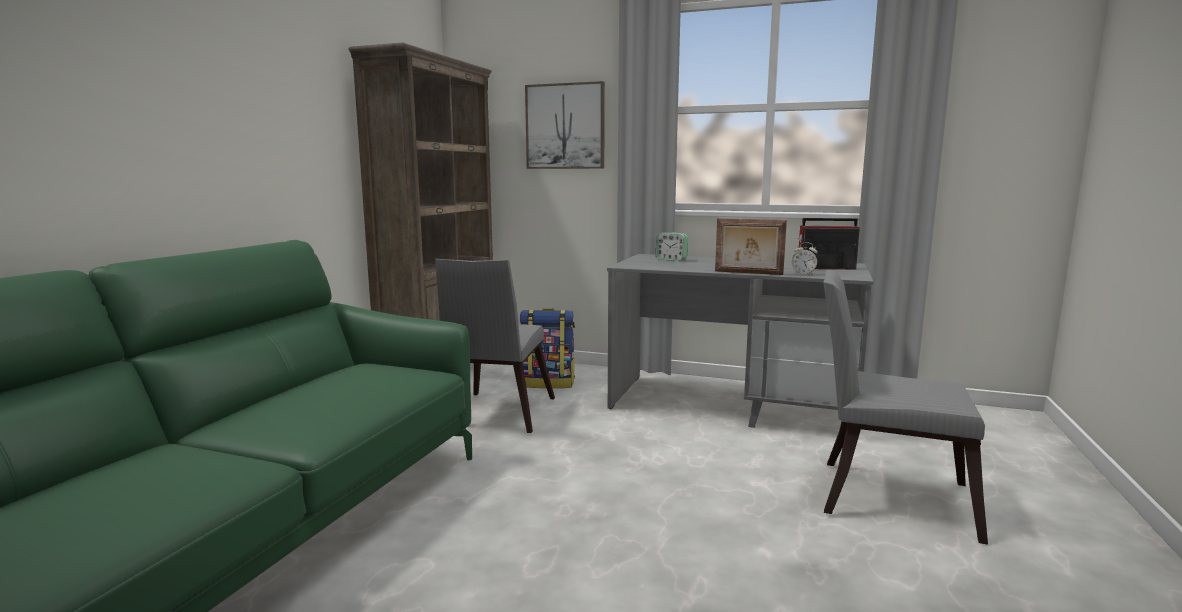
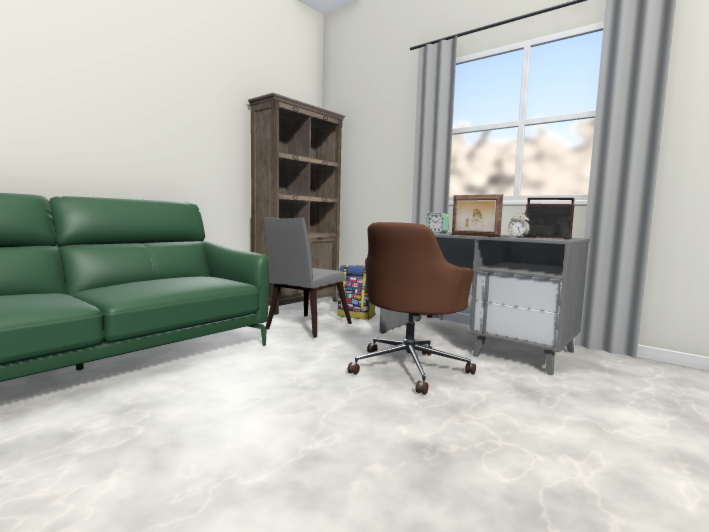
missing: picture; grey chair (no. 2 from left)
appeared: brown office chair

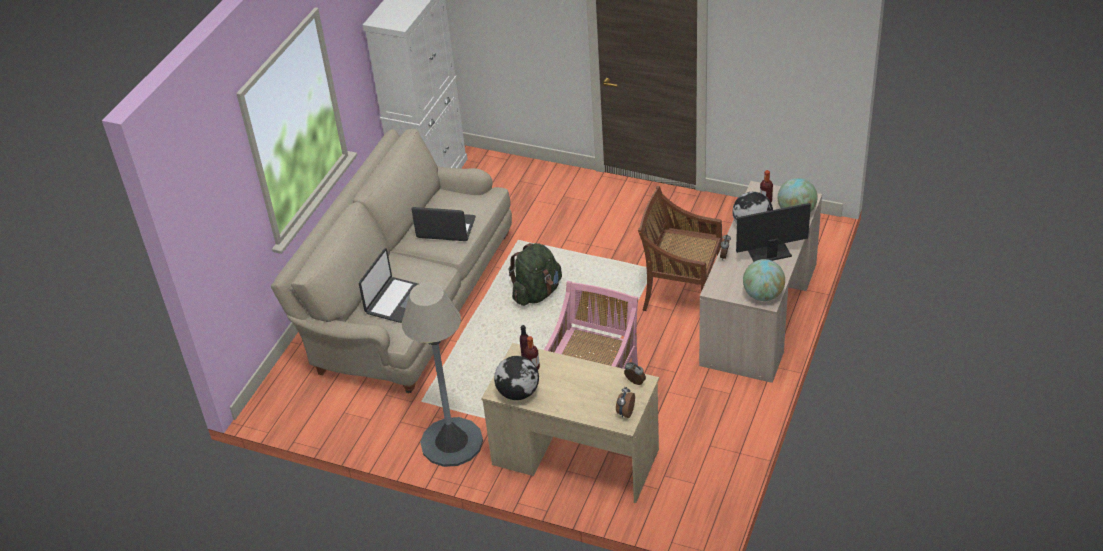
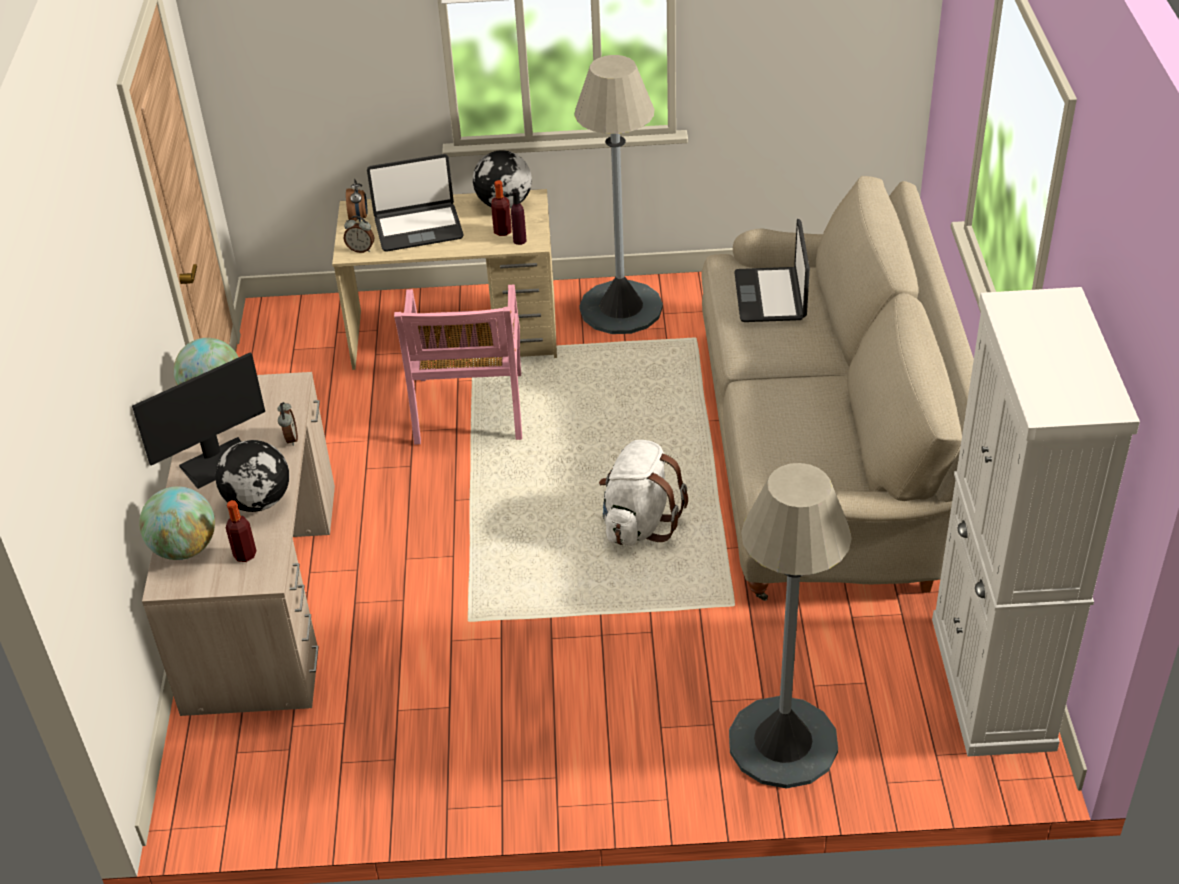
missing: brown chair
appeared: grey floor lamp (no. 2 from left)
relocated: laptop (no. 2 from left in the first image) to laptop (no. 1 from left)
colour: green backpack to white backpack

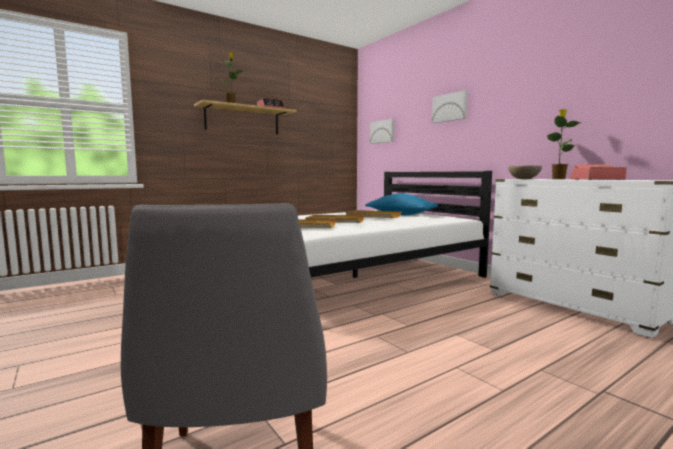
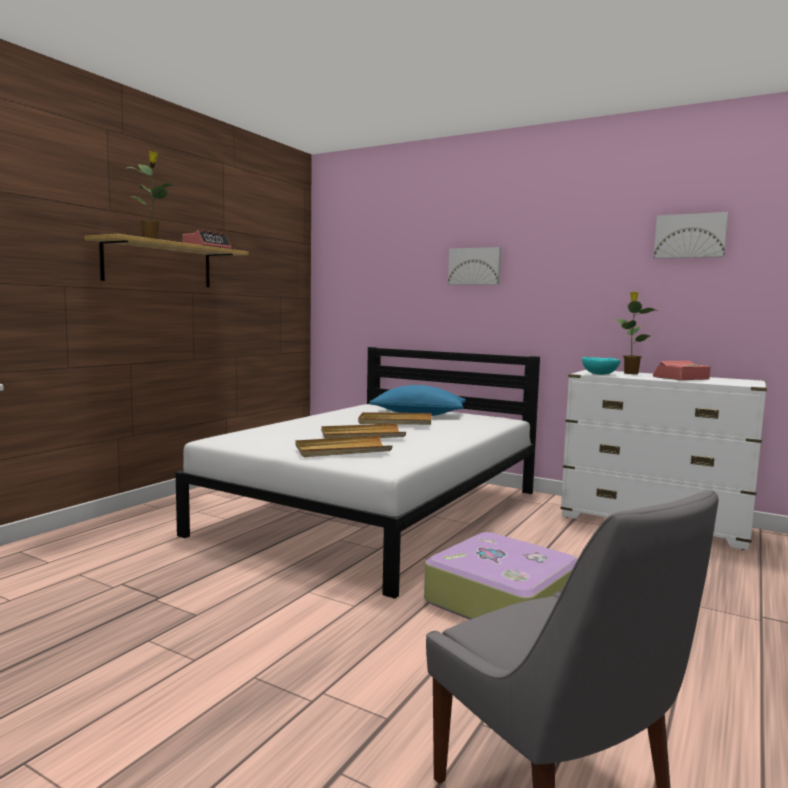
appeared: suitcase
relocated: picture (no. 1 from left in the first image) to picture (no. 2 from left)
colour: beige bowl to turquoise bowl

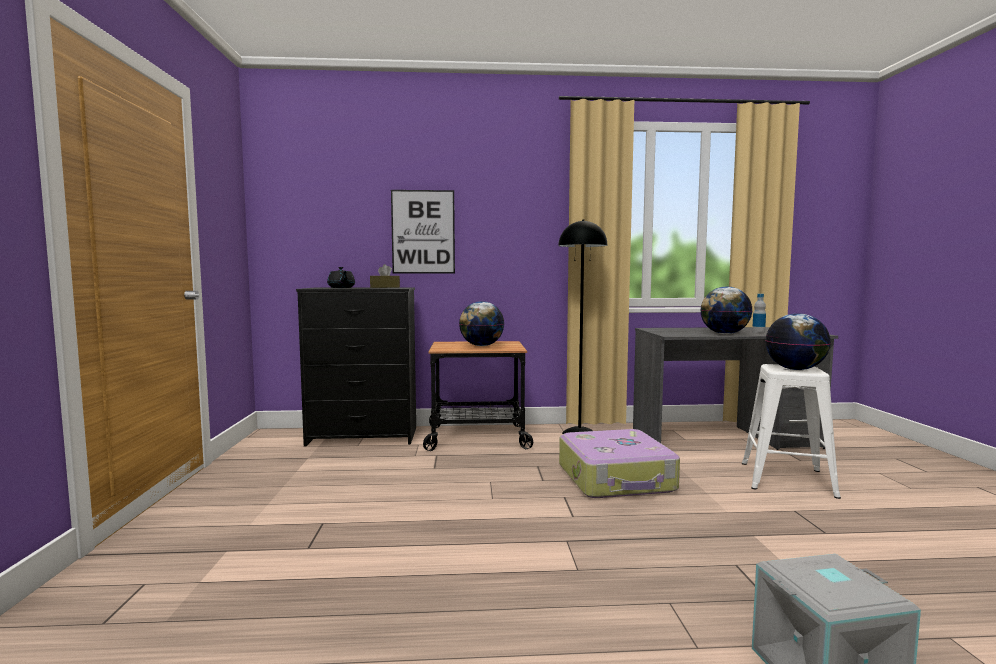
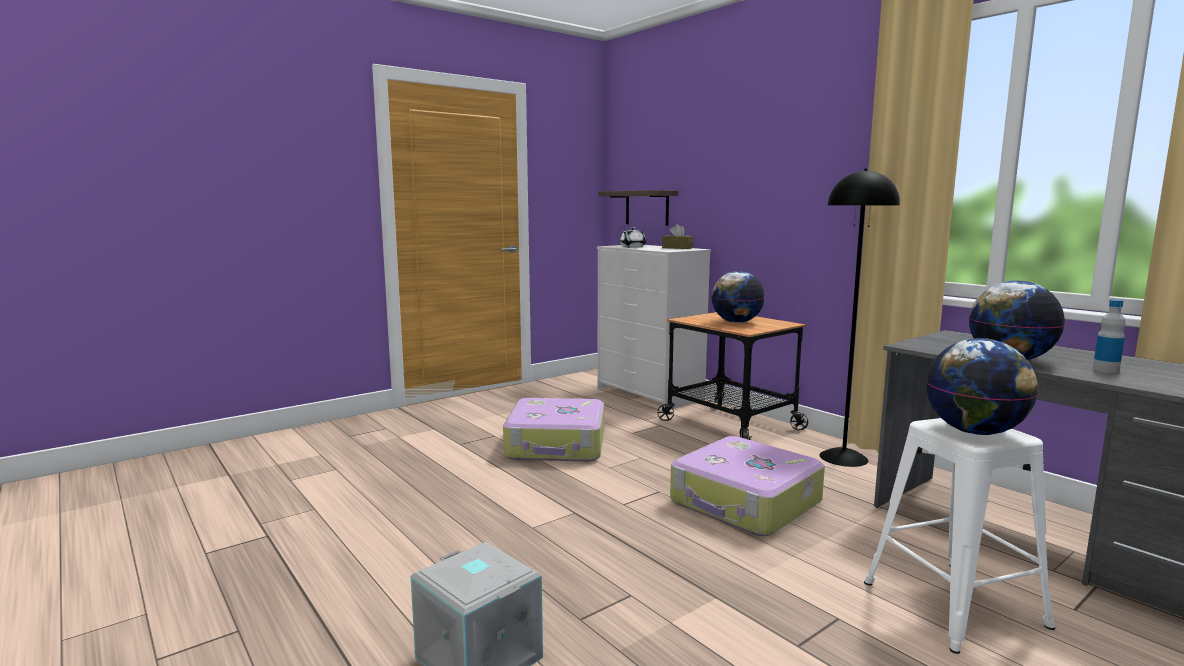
missing: picture
appeared: suitcase (no. 1 from left); shelf
colour: black dresser to white dresser; black teapot to white teapot

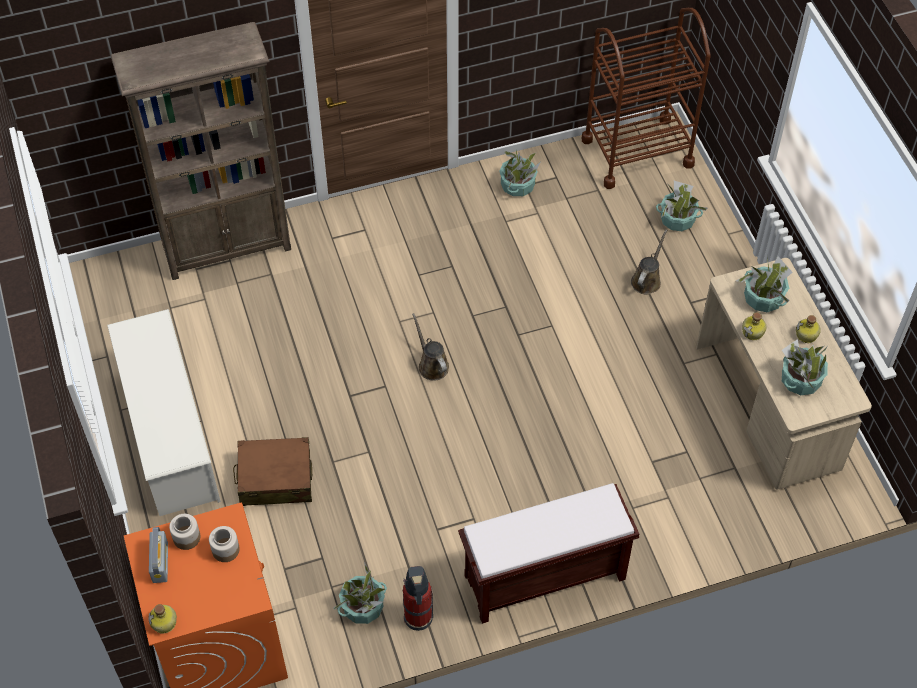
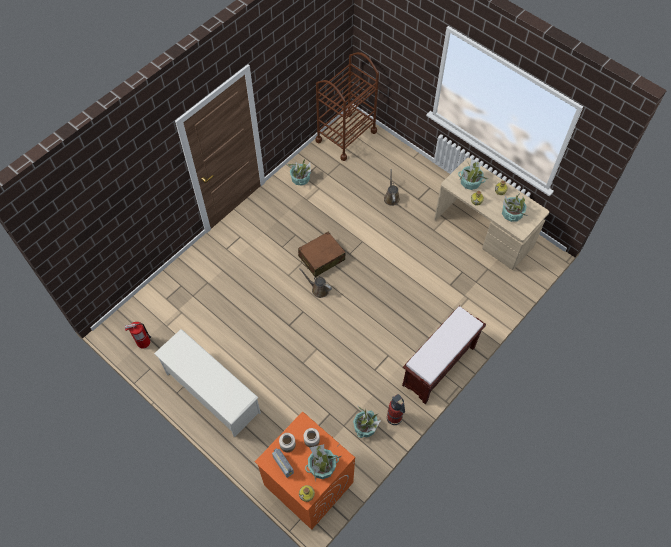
missing: brown bookcase
appeared: fire extinguisher (no. 1 from left)
relocated: brown suitcase; potted plant (no. 3 from left in the first image) to potted plant (no. 2 from left)

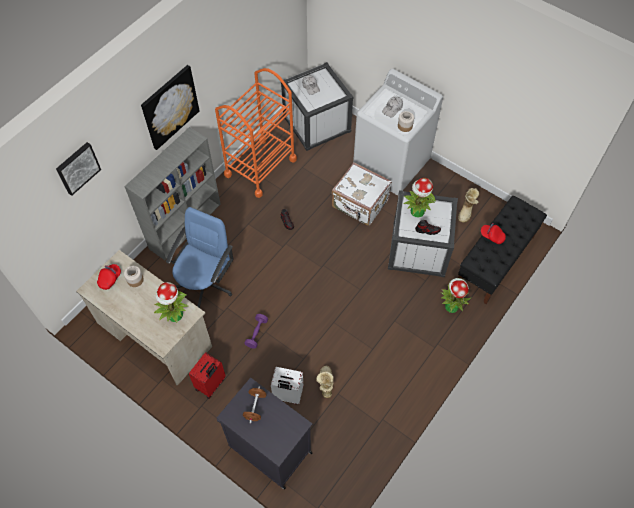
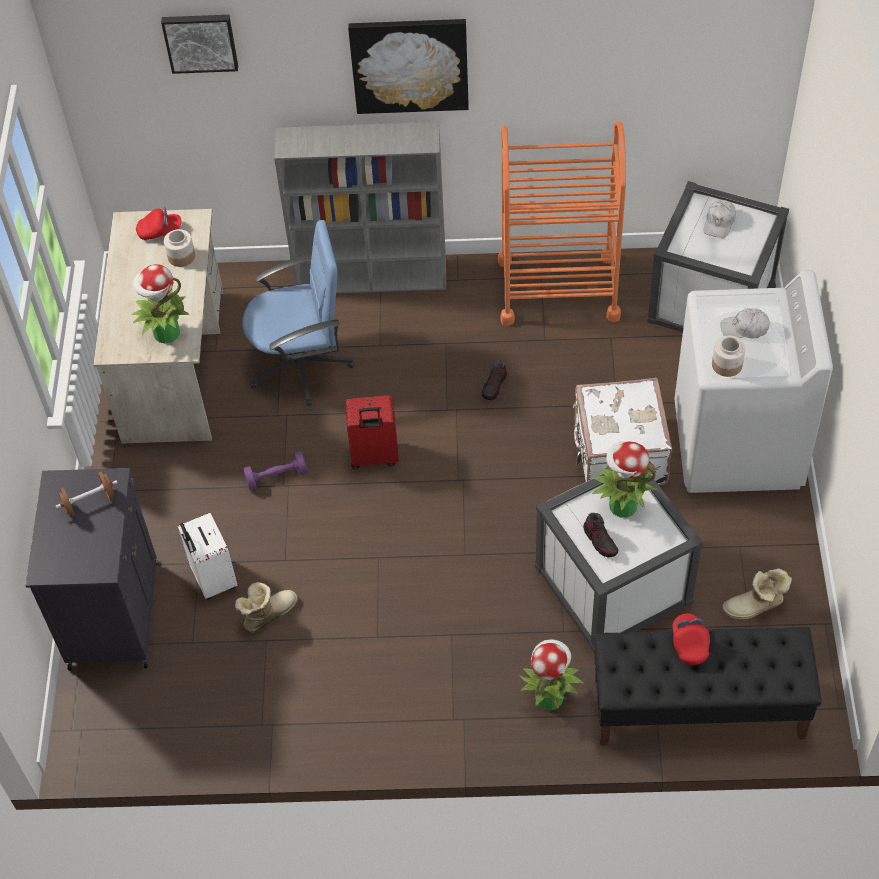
relocated: red suitcase

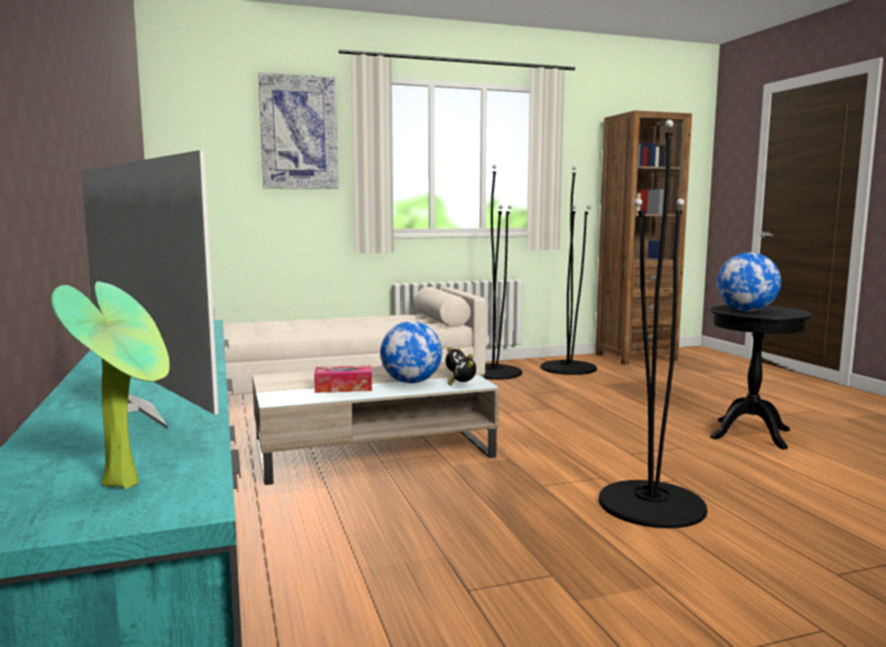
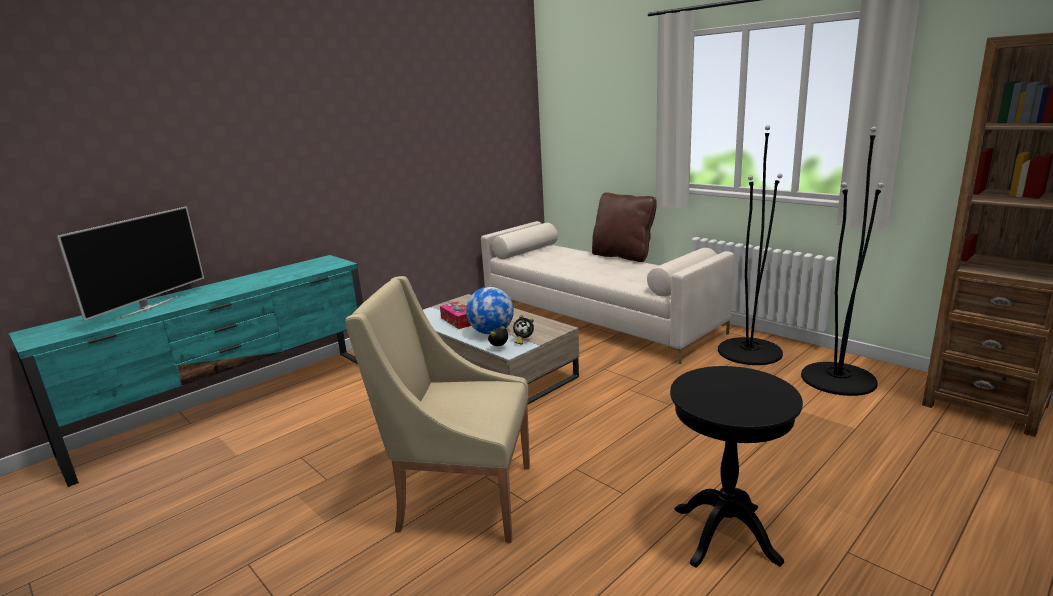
missing: potted plant; picture; globe (no. 2 from left)
appeared: brown pillow
exchanged: black floor lamp (no. 3 from left) to beige armchair

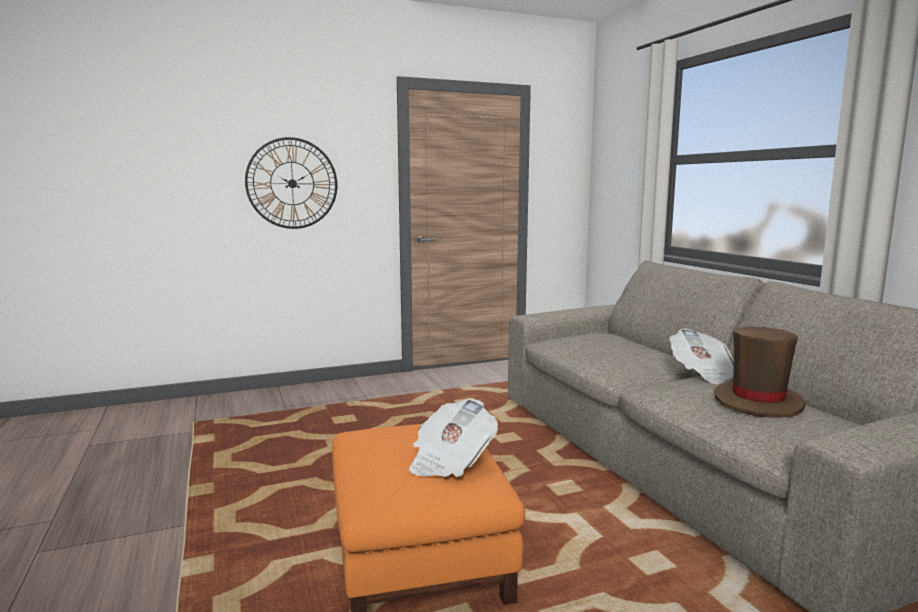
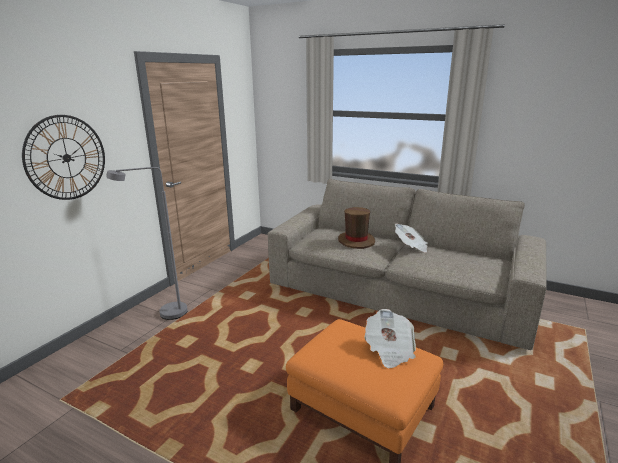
appeared: grey floor lamp
relocated: brown hat

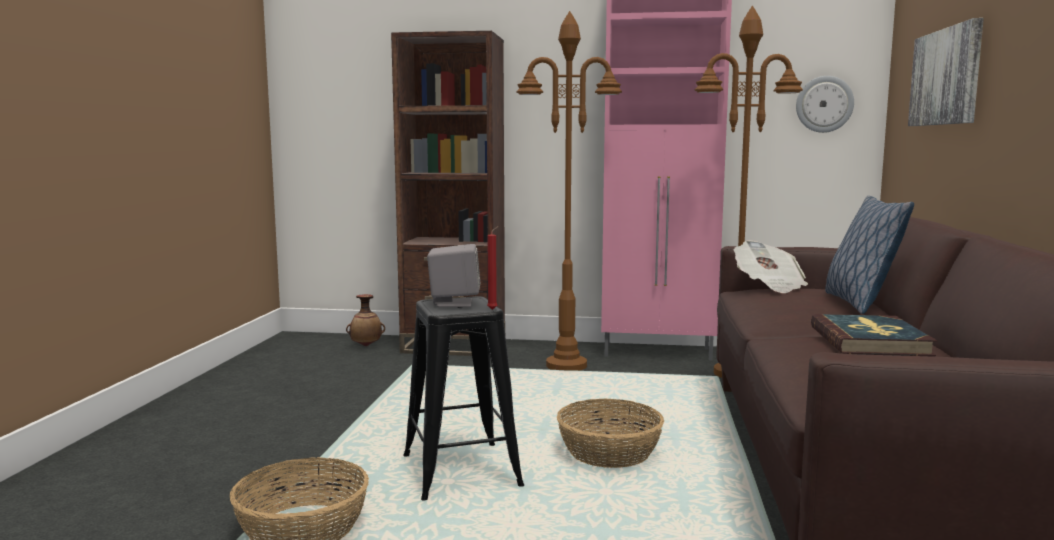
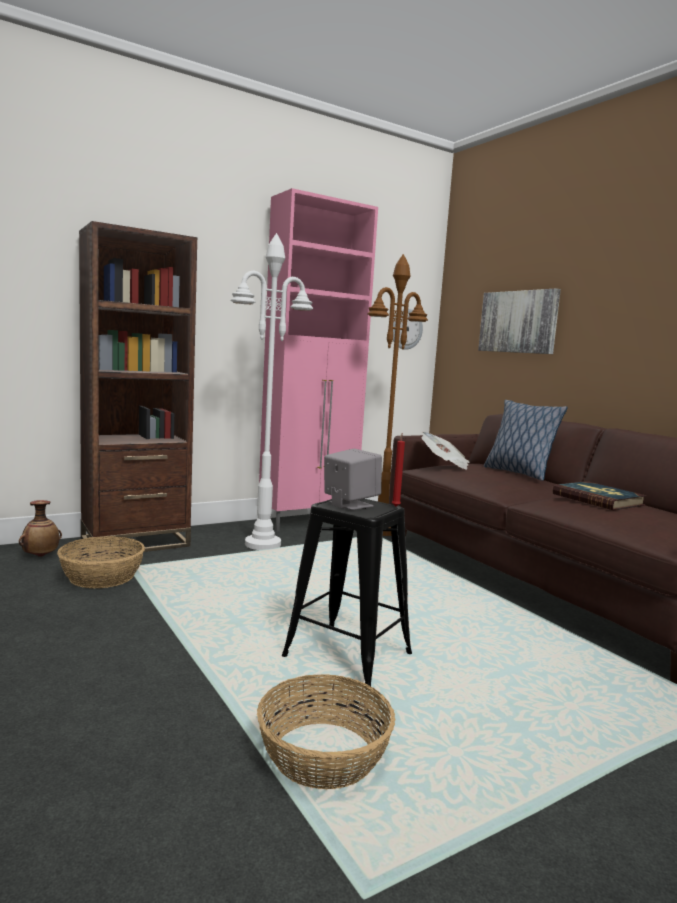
relocated: basket (no. 2 from left in the first image) to basket (no. 1 from left)
colour: brown floor lamp (no. 1 from left) to white floor lamp

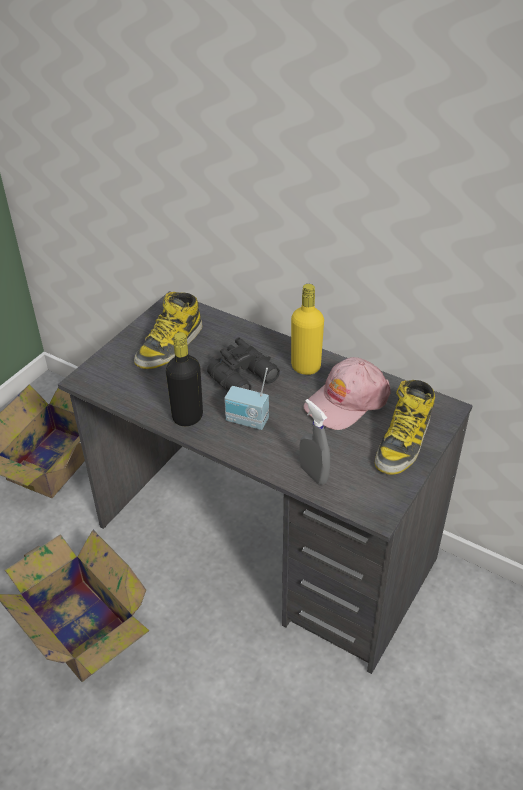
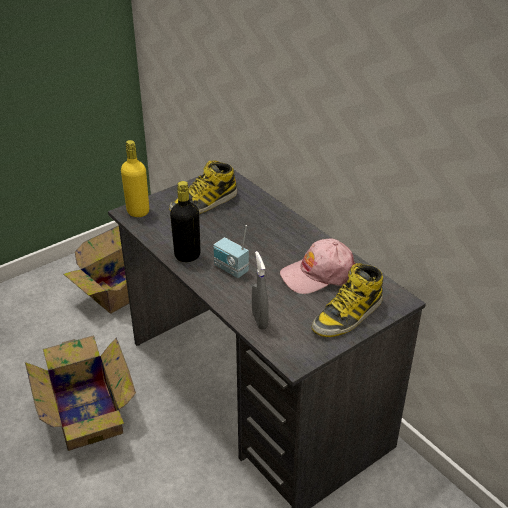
missing: black binoculars
relocated: yellow bottle

